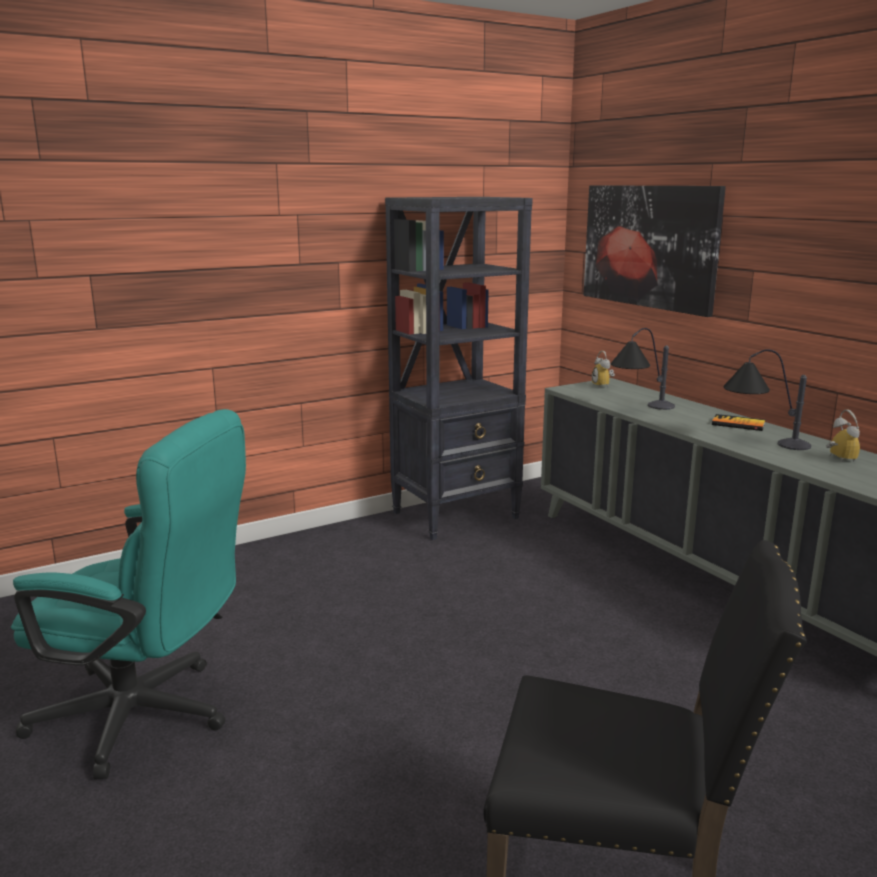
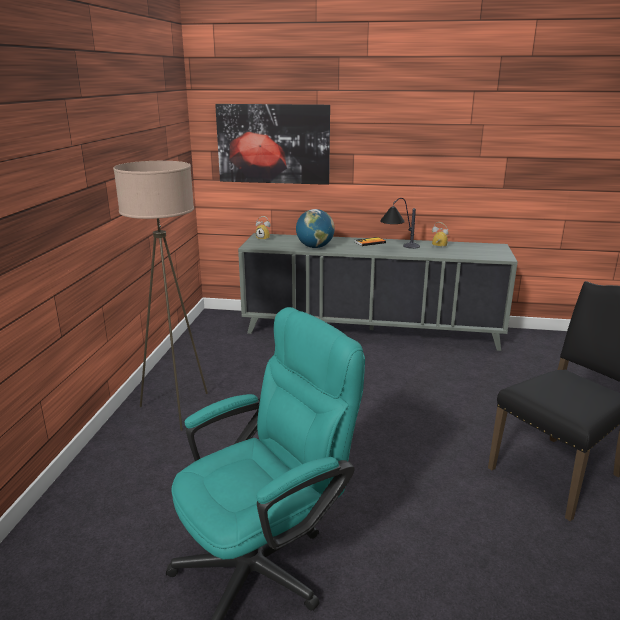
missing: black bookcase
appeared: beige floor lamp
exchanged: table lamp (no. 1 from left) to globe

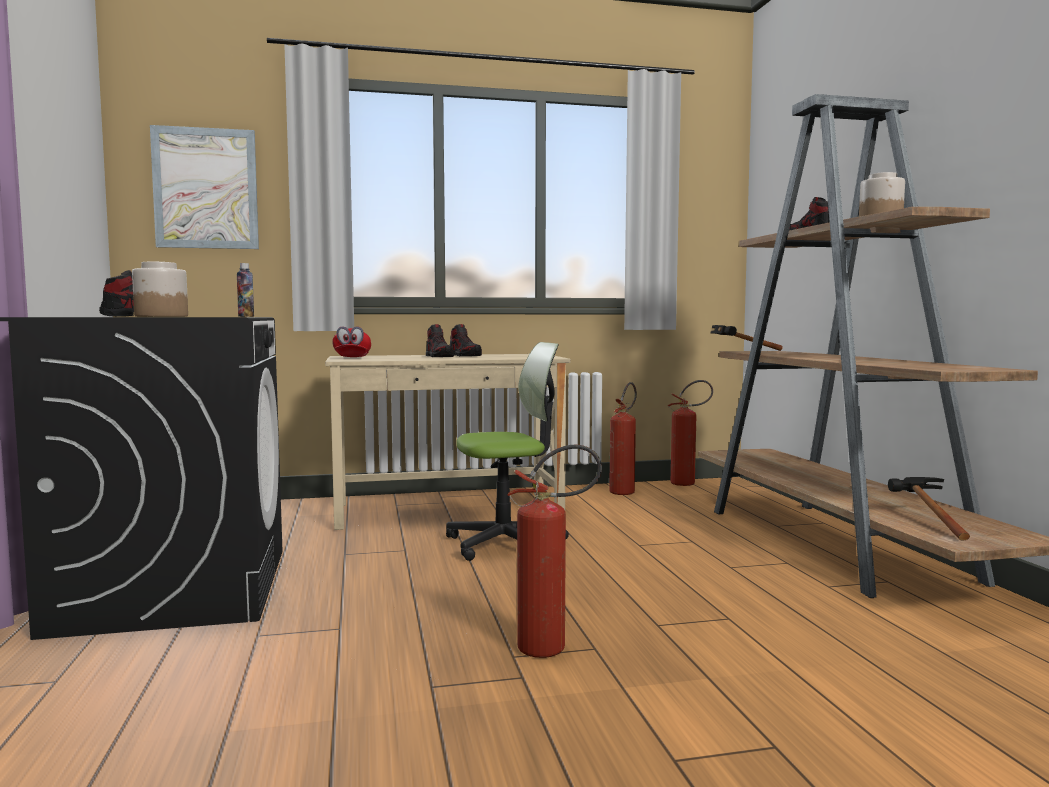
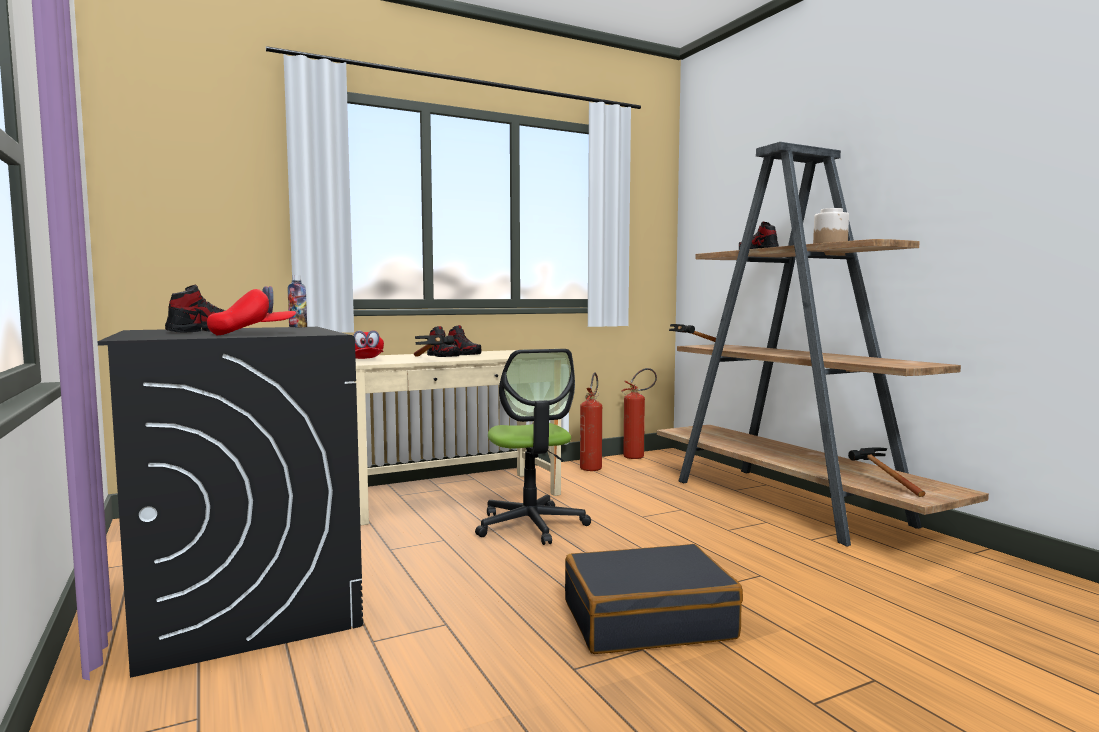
missing: picture
appeared: hammer (no. 1 from left)
exchanged: jar (no. 1 from left) to red cap (no. 1 from left); fire extinguisher (no. 1 from left) to black suitcase
spun: office chair 105 degrees clockwise

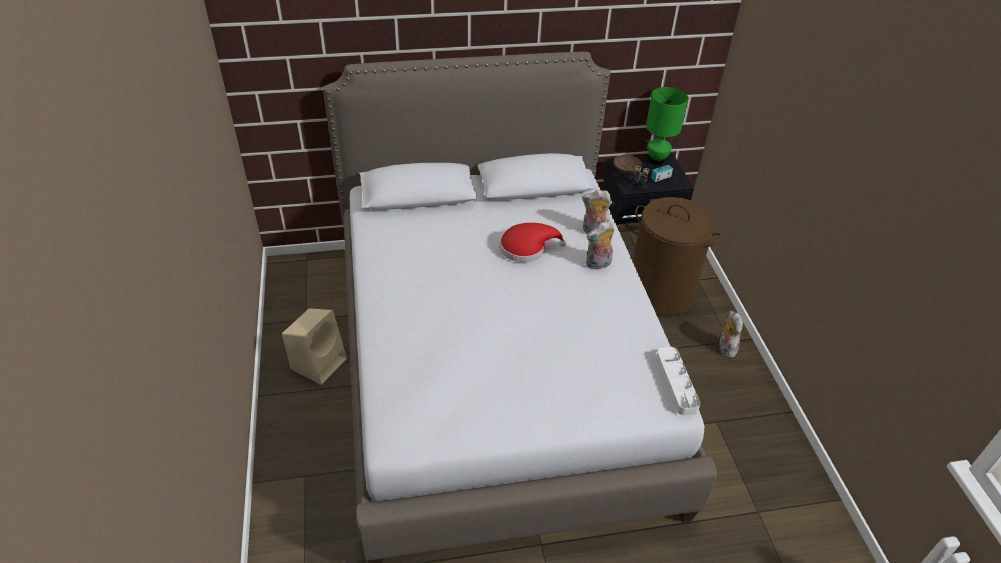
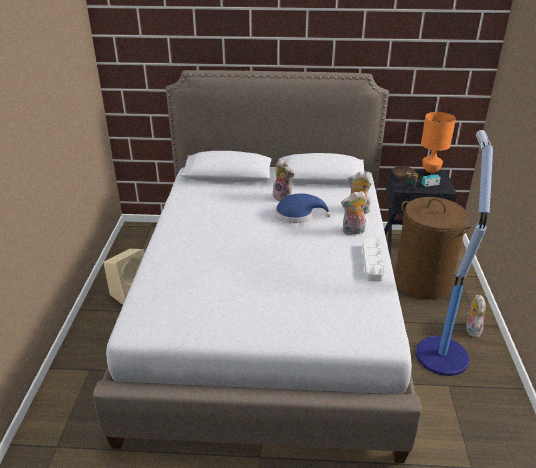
appeared: plush toy (no. 1 from left); floor lamp
relocated: white tray
colour: red hat to blue hat; green table lamp to orange table lamp

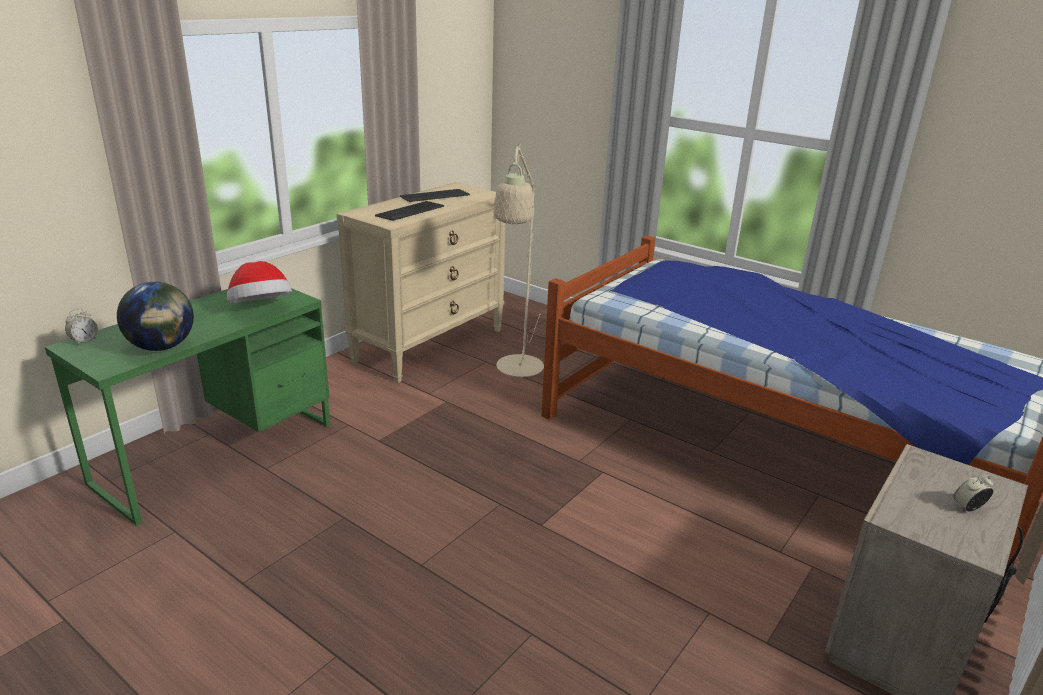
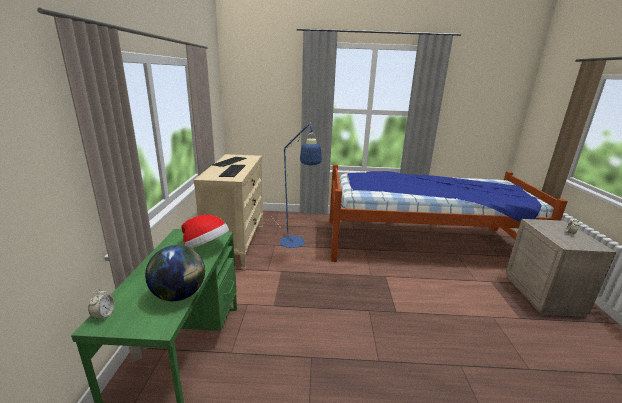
colour: beige floor lamp to blue floor lamp

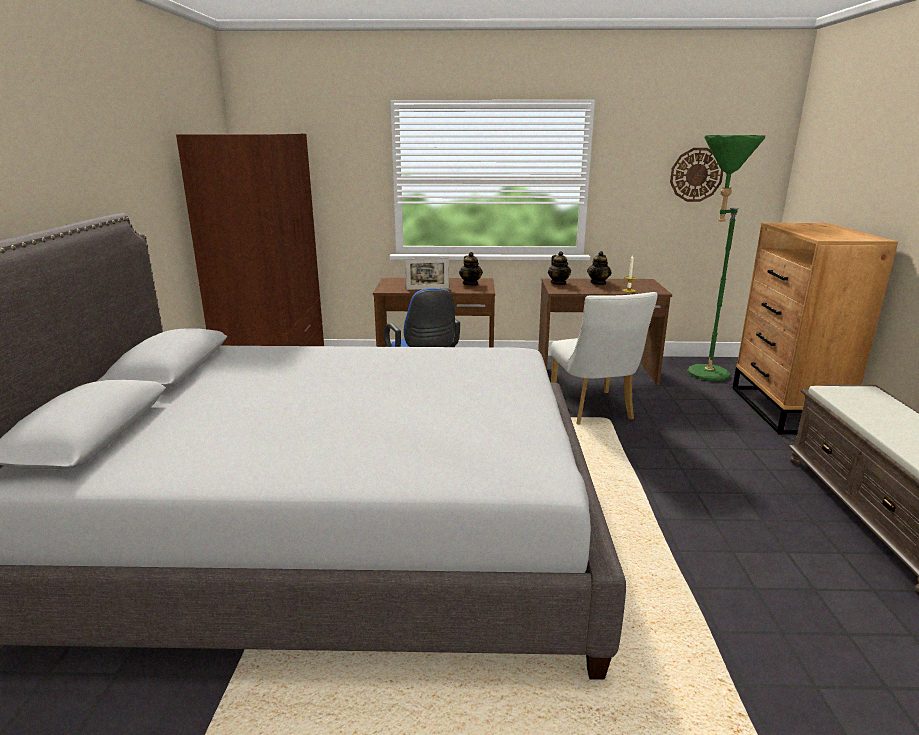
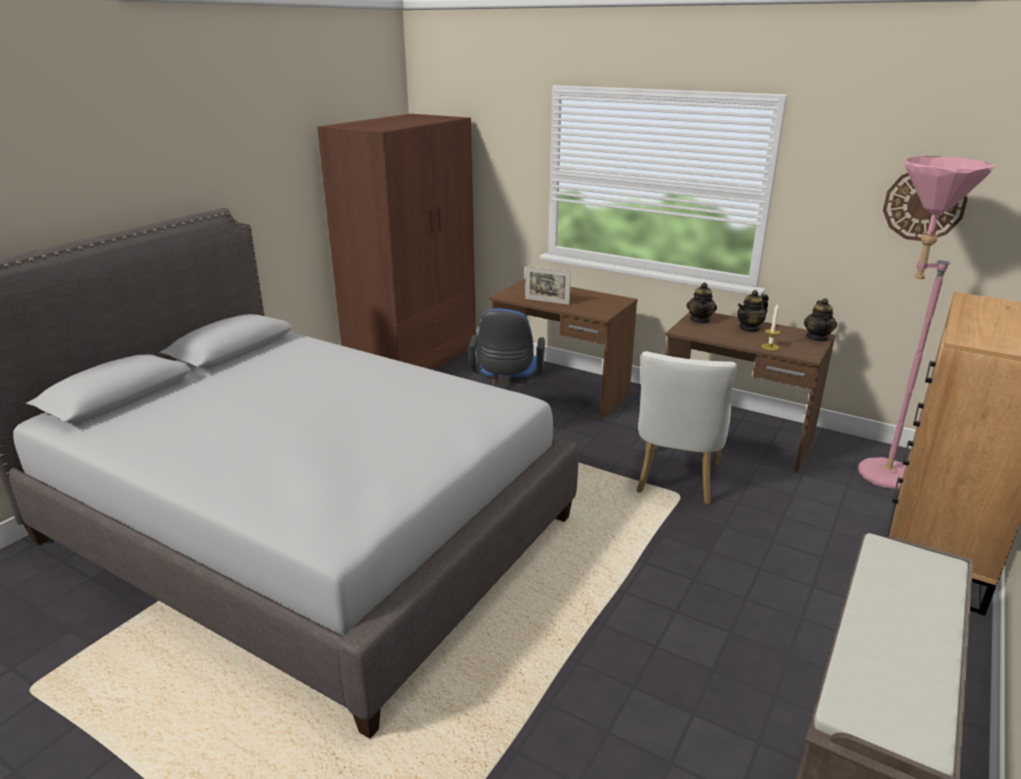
relocated: teapot (no. 1 from left in the first image) to teapot (no. 3 from left)
colour: green floor lamp to pink floor lamp

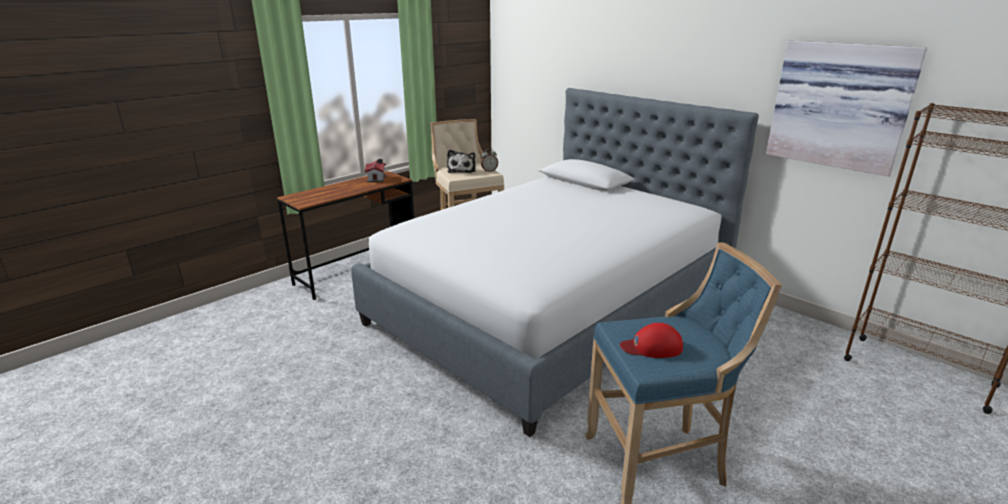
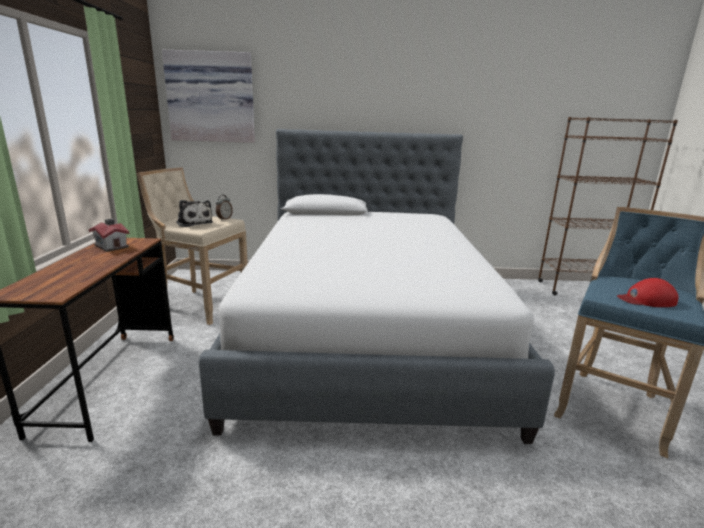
relocated: picture
spun: red cap 45 degrees clockwise

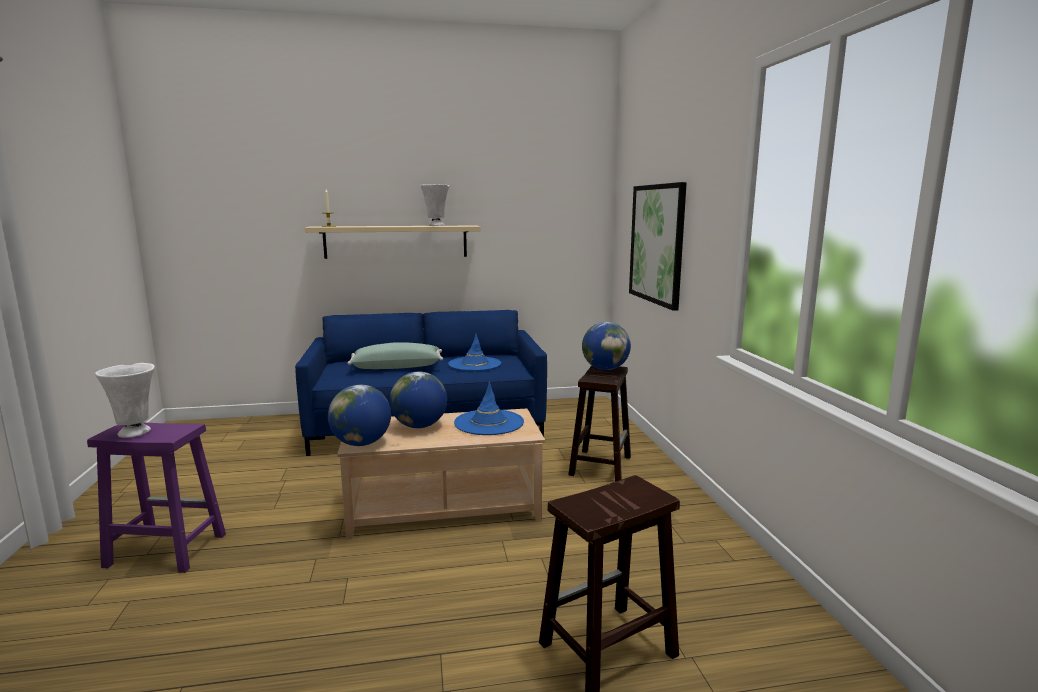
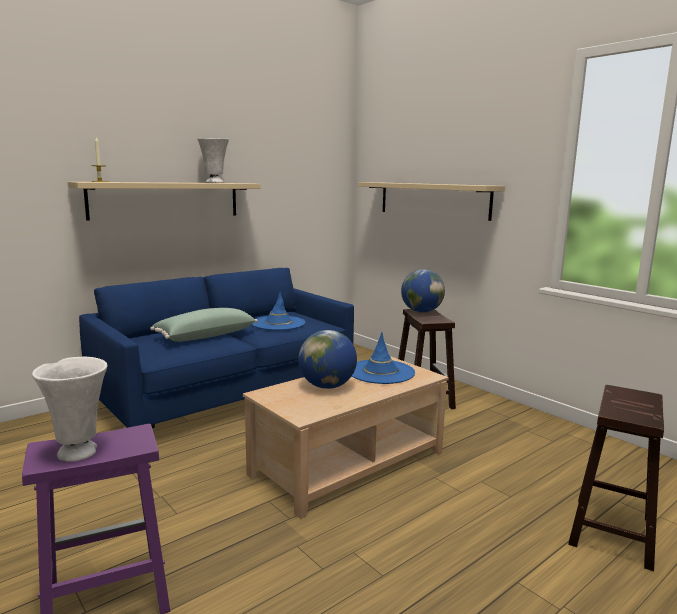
missing: globe (no. 1 from left)
exchanged: picture to beige shelf (no. 2 from left)

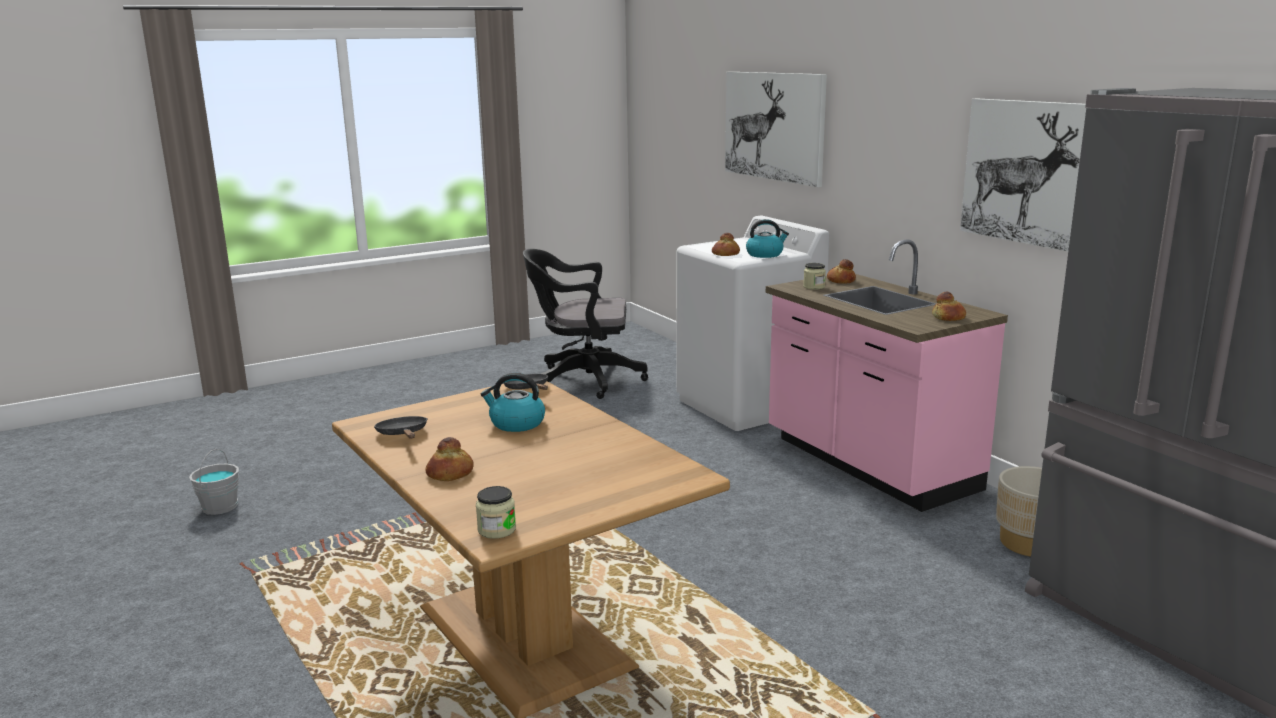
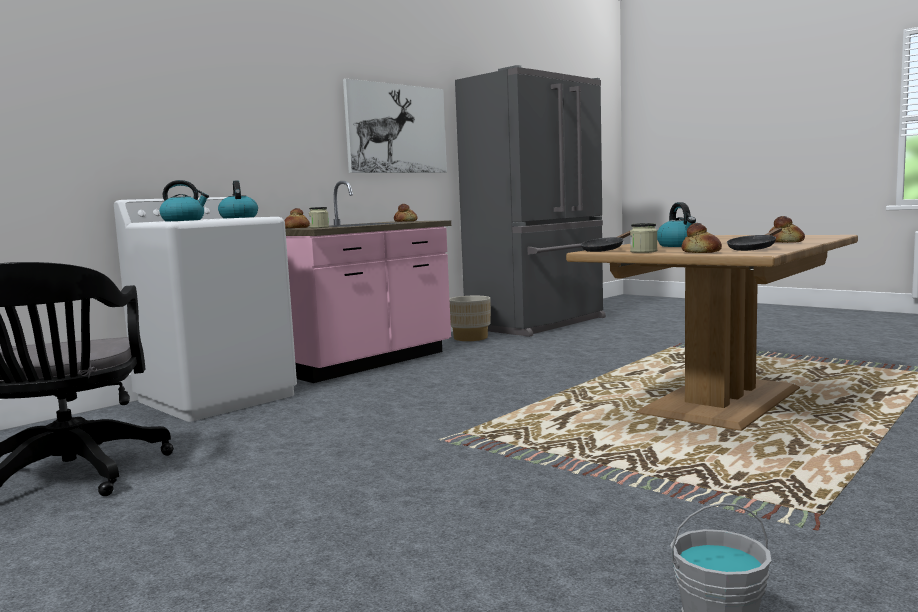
missing: picture (no. 1 from left)
appeared: kettle (no. 1 from left)
relocated: jar (no. 1 from left in the first image) to jar (no. 2 from left); bread (no. 2 from left in the first image) to bread (no. 3 from left)

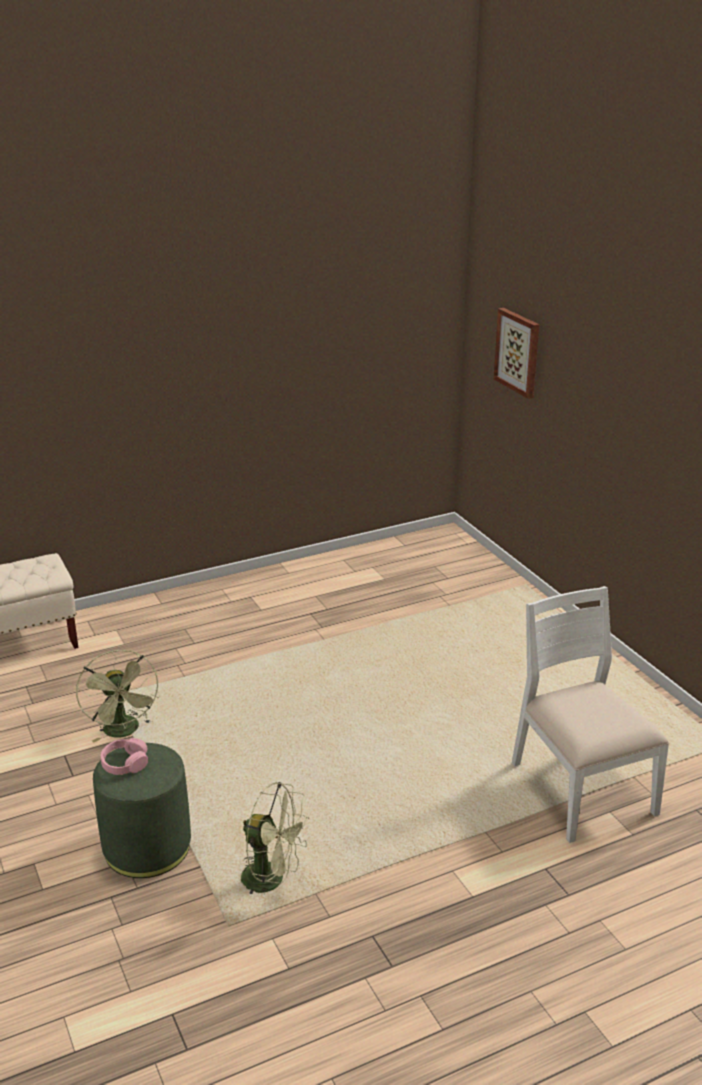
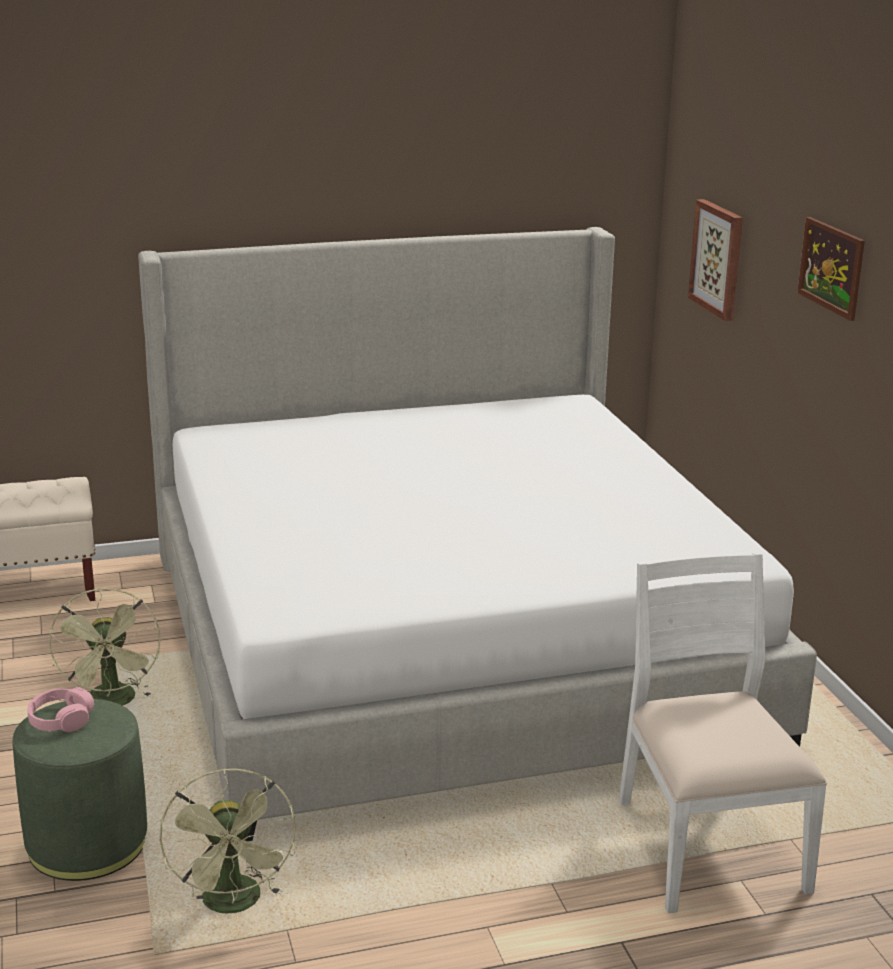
appeared: bed; picture (no. 2 from left)
spun: green fan (no. 2 from left) 45 degrees clockwise

